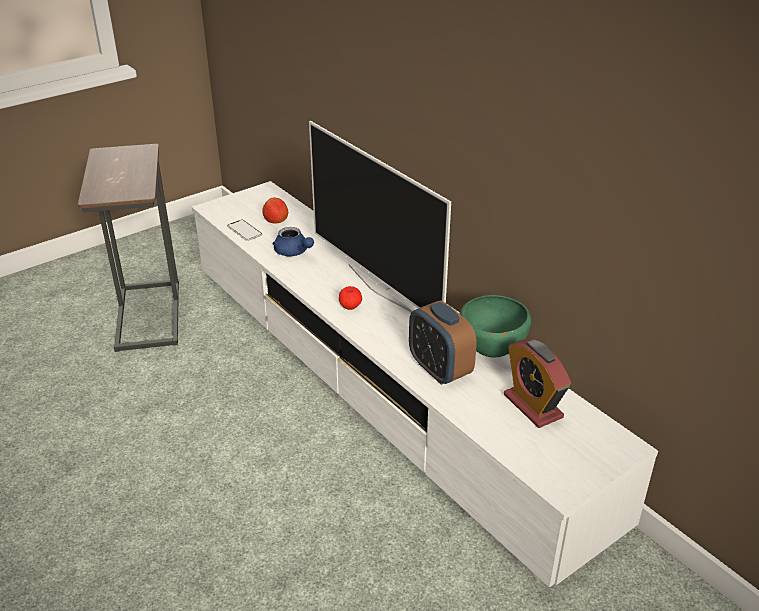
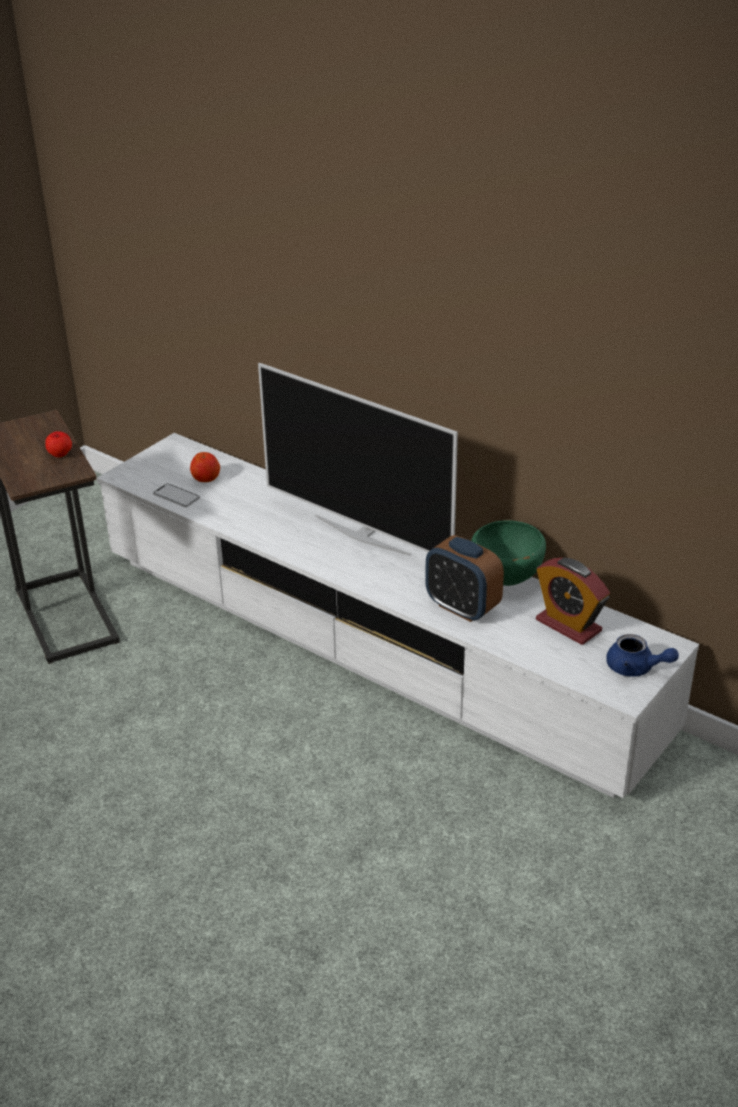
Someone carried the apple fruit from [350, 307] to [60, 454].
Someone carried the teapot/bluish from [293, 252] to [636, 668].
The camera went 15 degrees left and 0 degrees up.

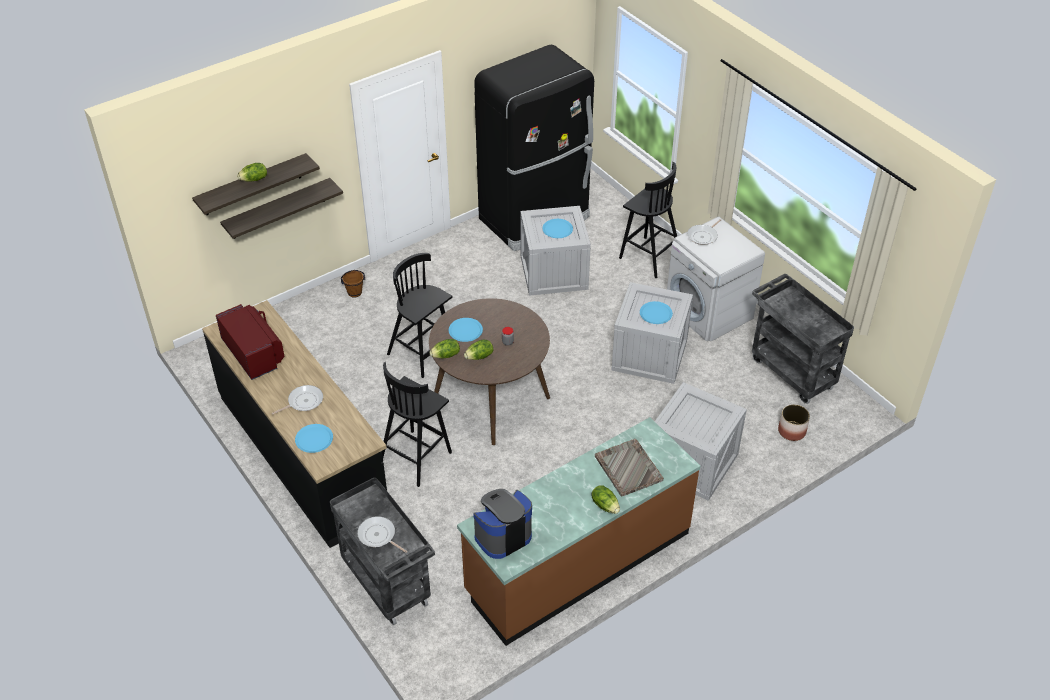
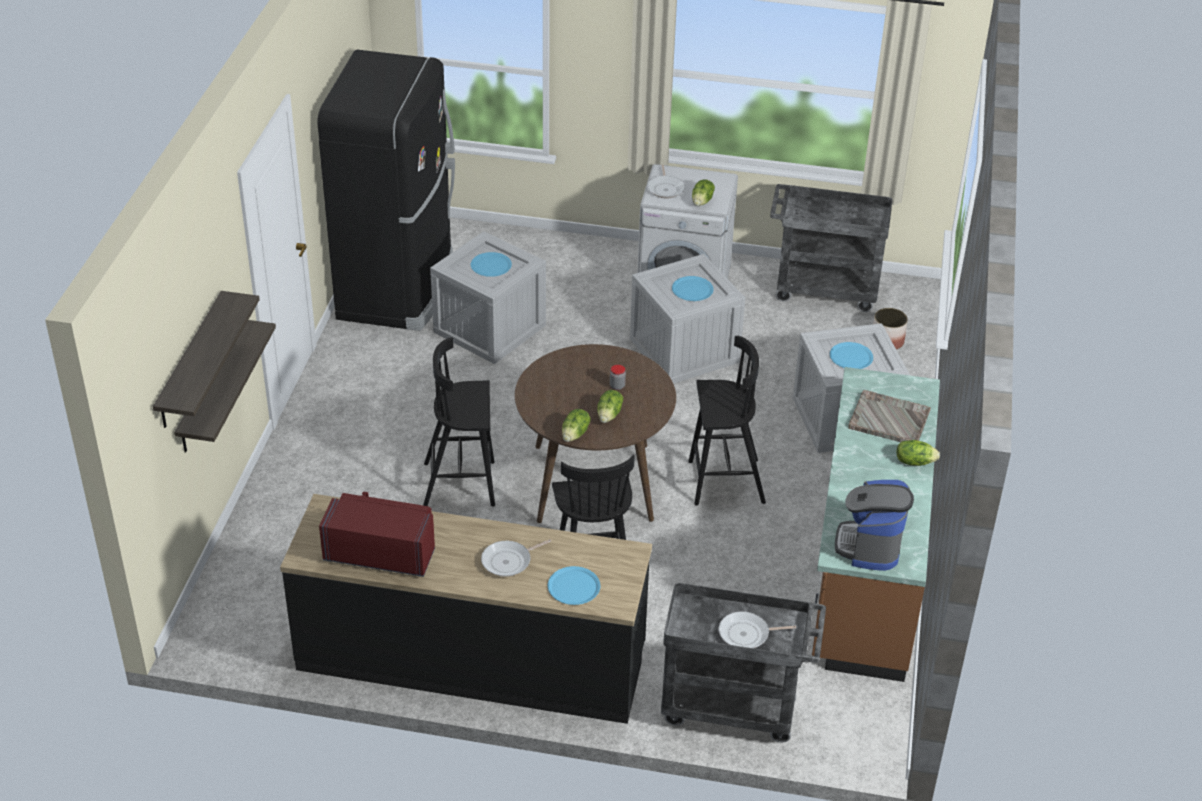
Someone rotated the frying pan at [303, 401] by 135 degrees counterclockwise.
Someone carried the stool/black-coloured from [648, 256] to [723, 482].
Someone carried the lettuce from [254, 179] to [702, 201].
Someone carried the dinner plate/bluish from [465, 330] to [851, 357].
Someone took away the pail/brownish at [354, 293].
The camera went 45 degrees left and 5 degrees down.

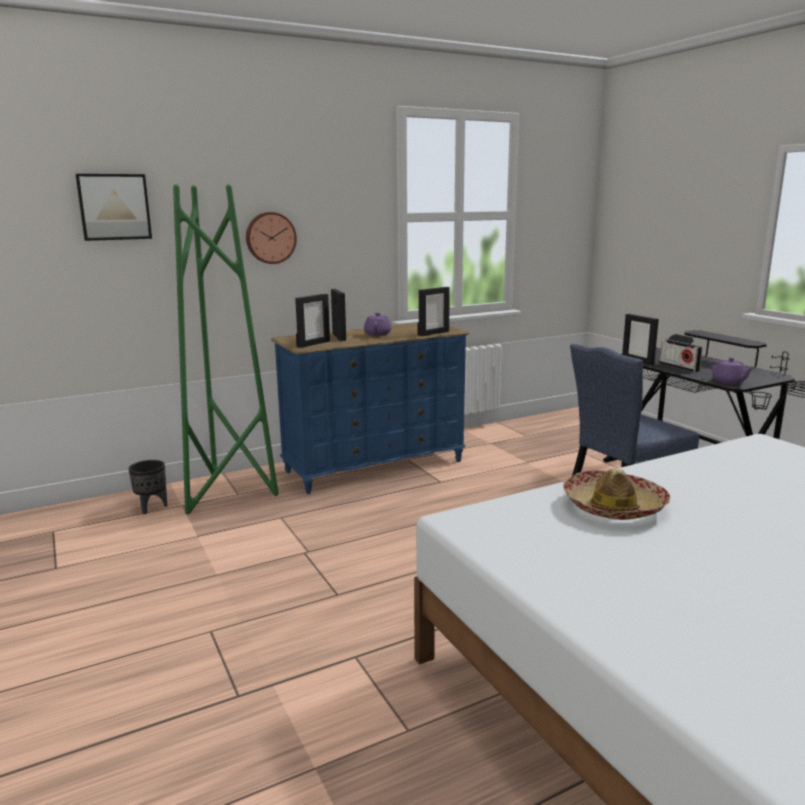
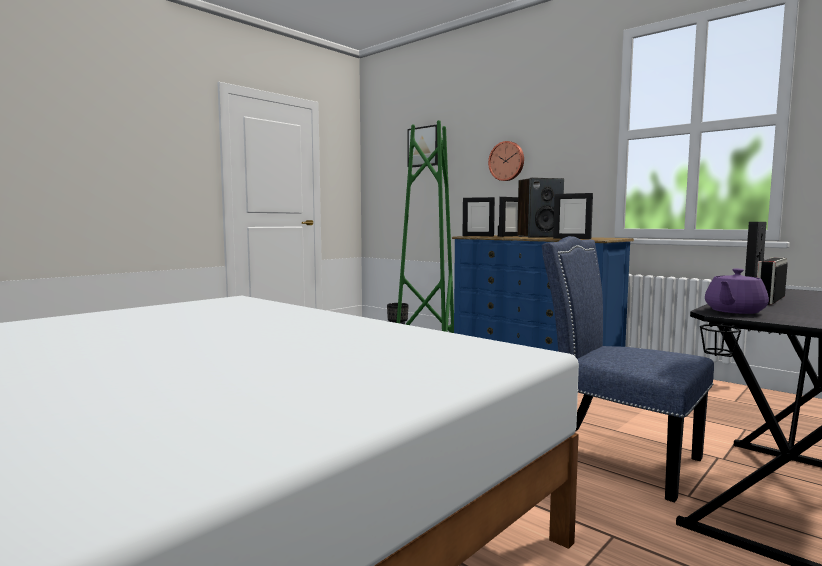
Someone swapped the teapot/purple-coloured at [378, 334] for the loudspeaker at [539, 237].
Someone took away the wearable hat at [614, 506].
The camera went 70 degrees right and 10 degrees down.

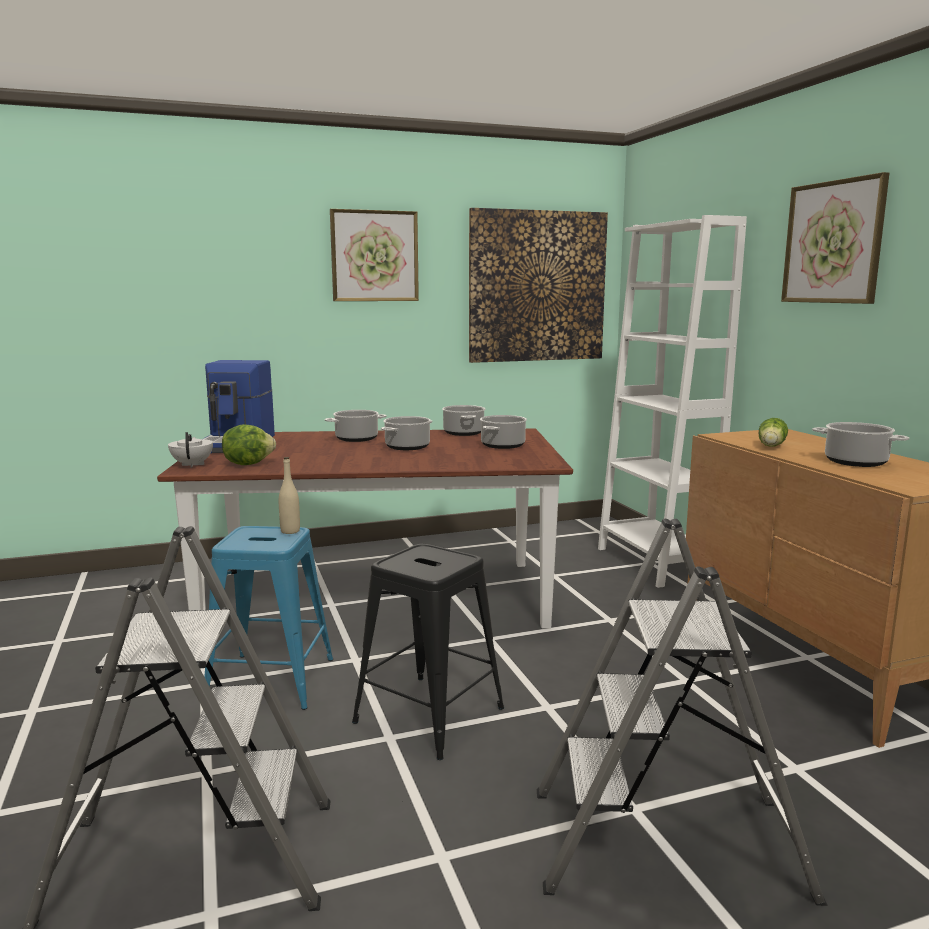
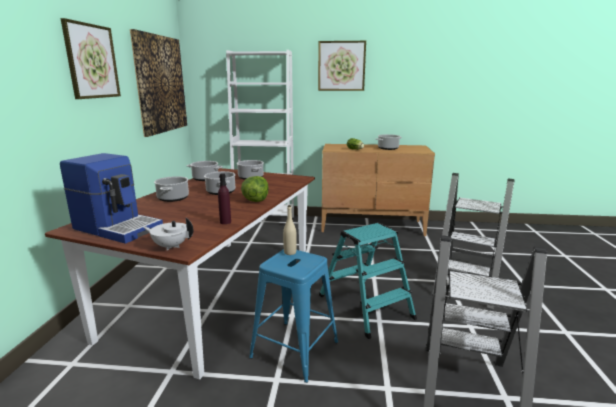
Someone put down the drink bottle/purple-coloured at [225, 222].
Someone carried the lettuce from [248, 464] to [255, 200].
Someone swapped the stool/black-coloured at [428, 715] for the stepladder/turquoise-coloured at [365, 306].
The camera went 65 degrees left and 5 degrees up.

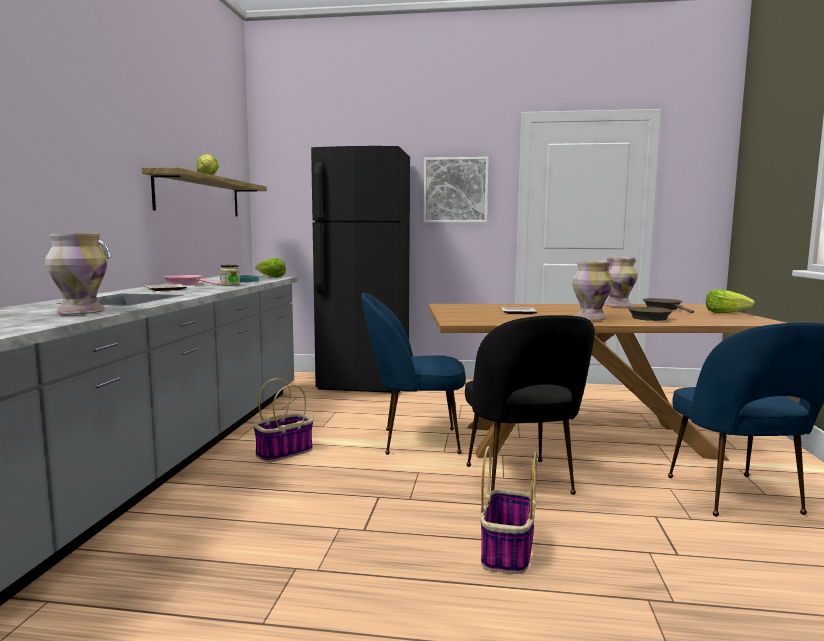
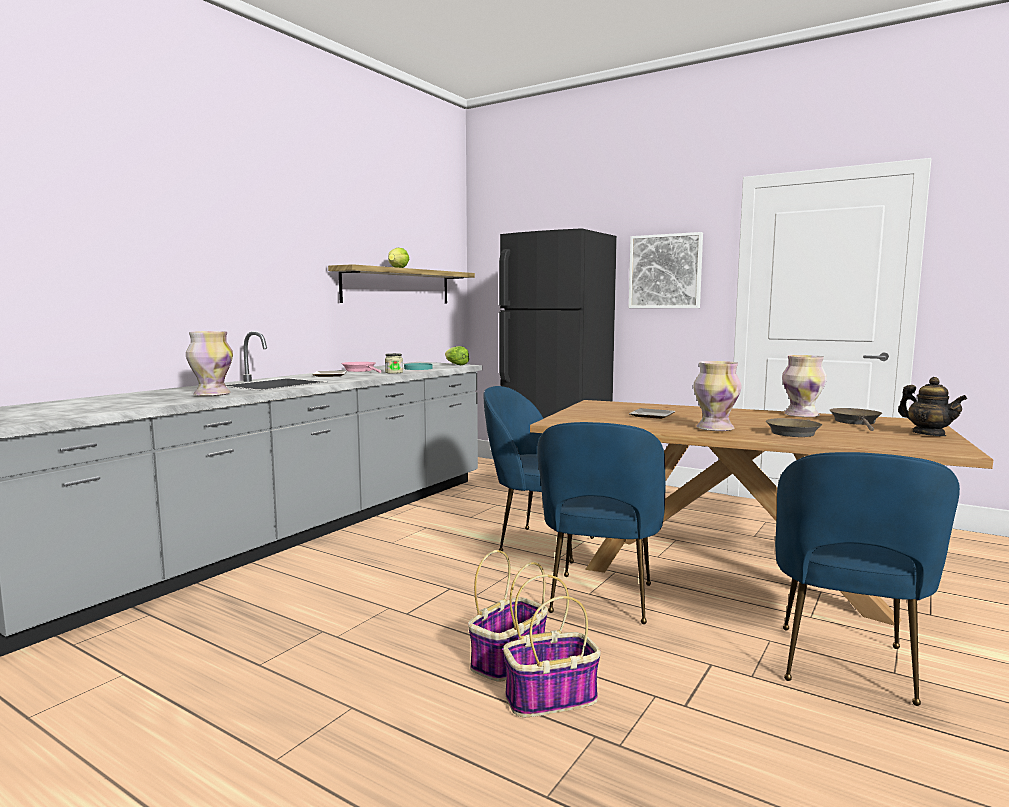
Someone carried the storage basket from [284, 452] to [551, 697].
Someone repainted the chair/black-coloured at [521, 484], which became the chair/bluish at [599, 603].
Someone swapped the lettuce at [726, 313] for the teapot at [928, 434].
The camera went 25 degrees right and 0 degrees up.

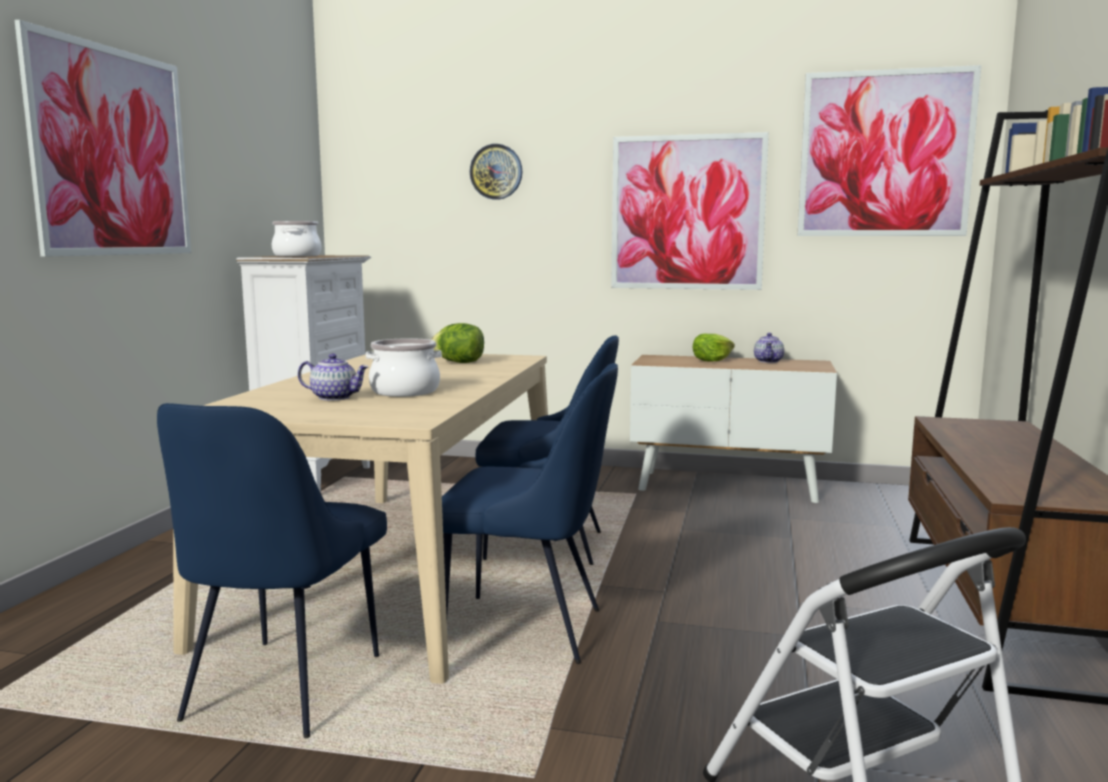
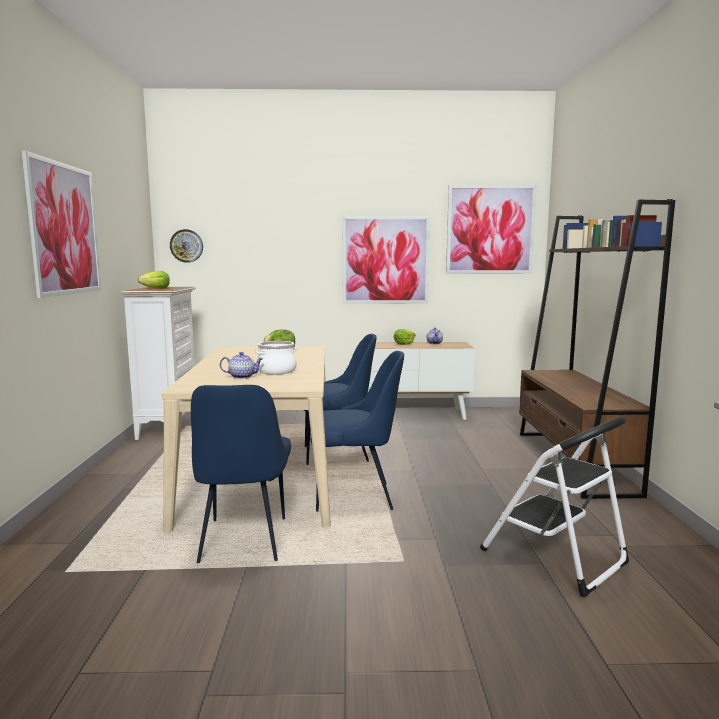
Someone swapped the saucepot at [297, 256] for the lettuce at [156, 288].
Someone carried the wall clock from [496, 172] to [186, 246].
The camera went 15 degrees left and 0 degrees up.

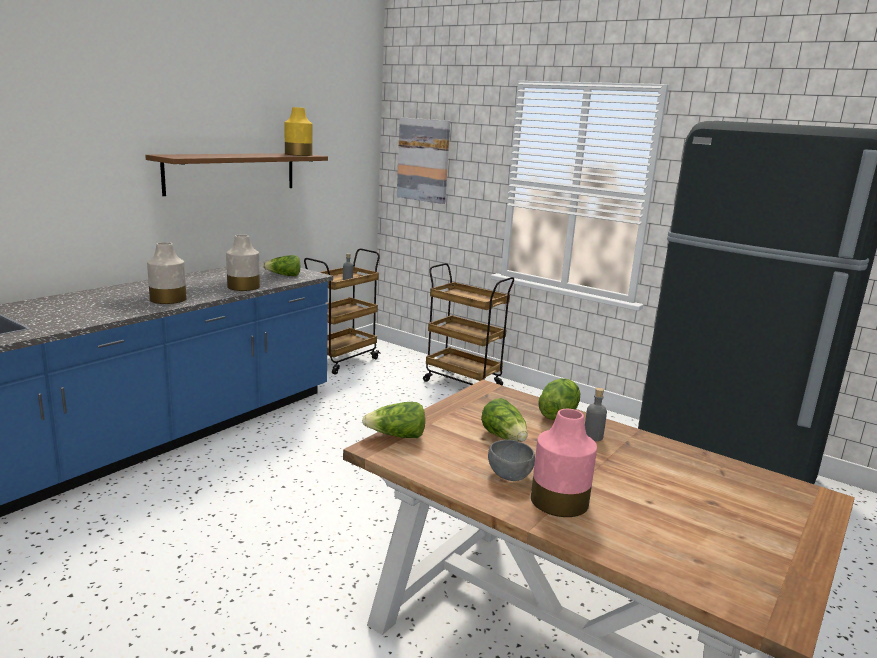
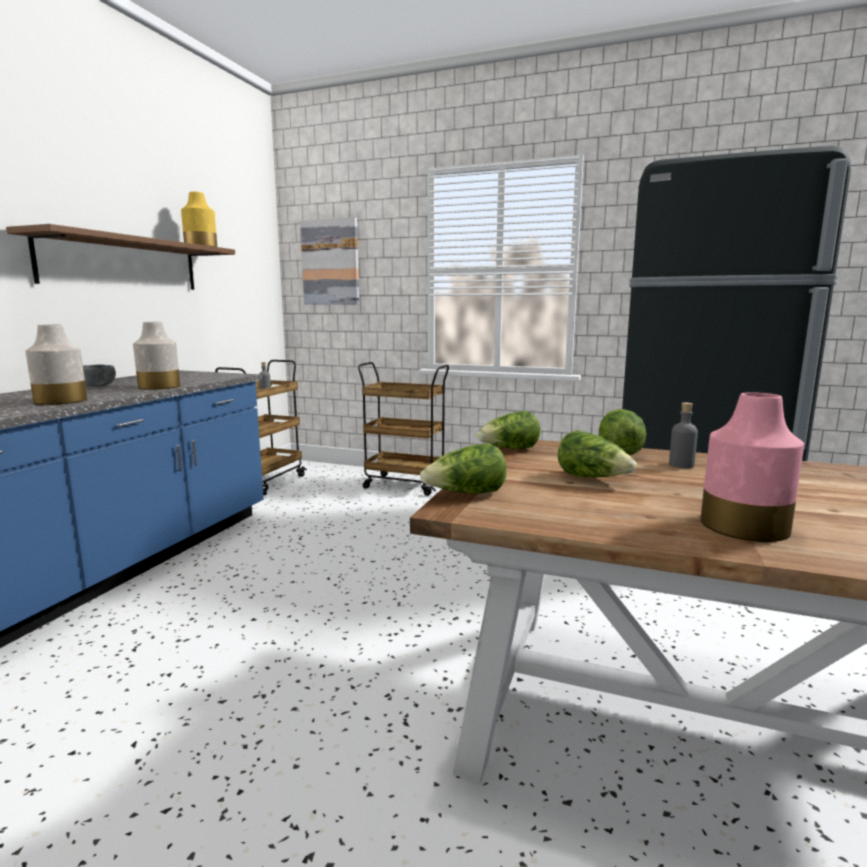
Someone carried the serving bowl/gray from [510, 475] to [98, 386].
Someone carried the lettuce from [284, 275] to [509, 450].
The camera went 15 degrees left and 5 degrees down.

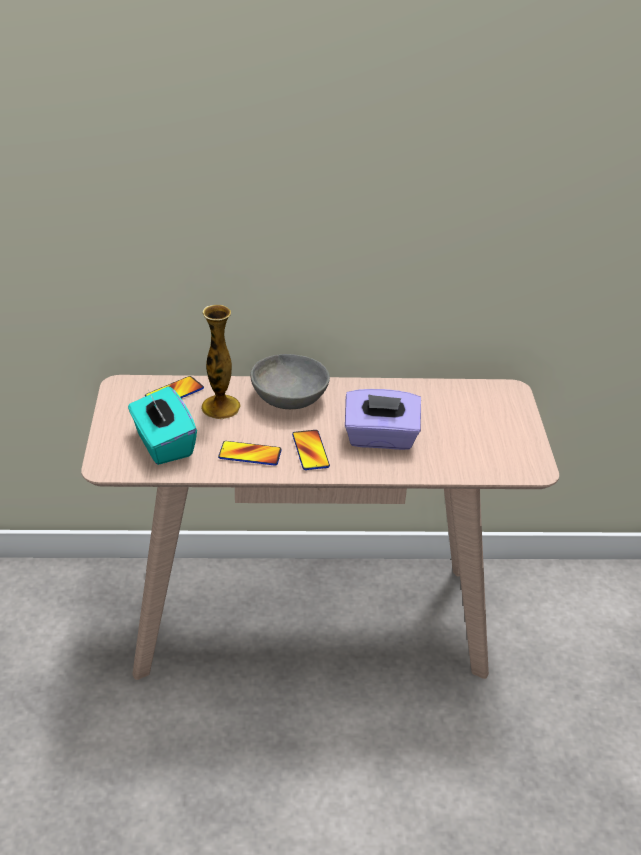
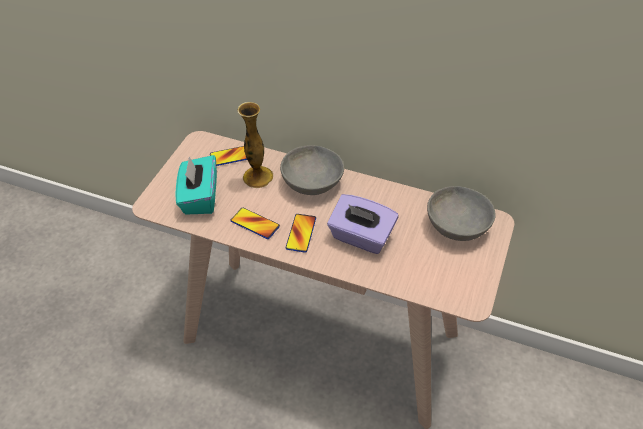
Someone put down the serving bowl/gray at [458, 225].
The camera went 25 degrees right and 10 degrees up.

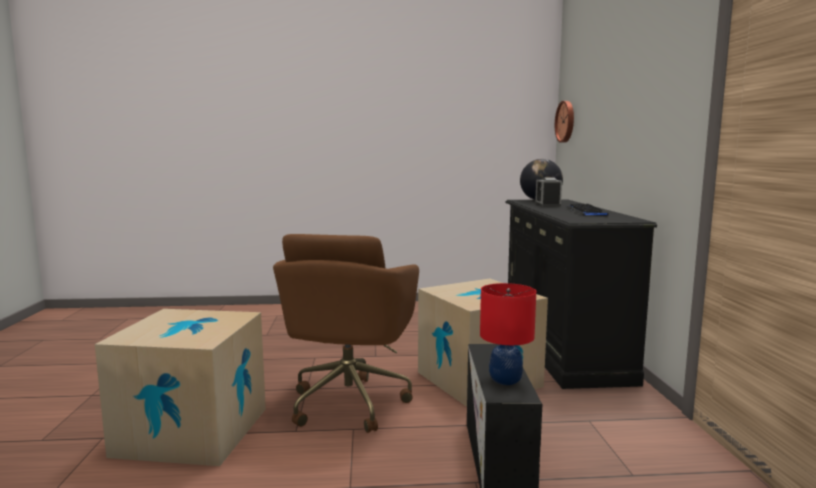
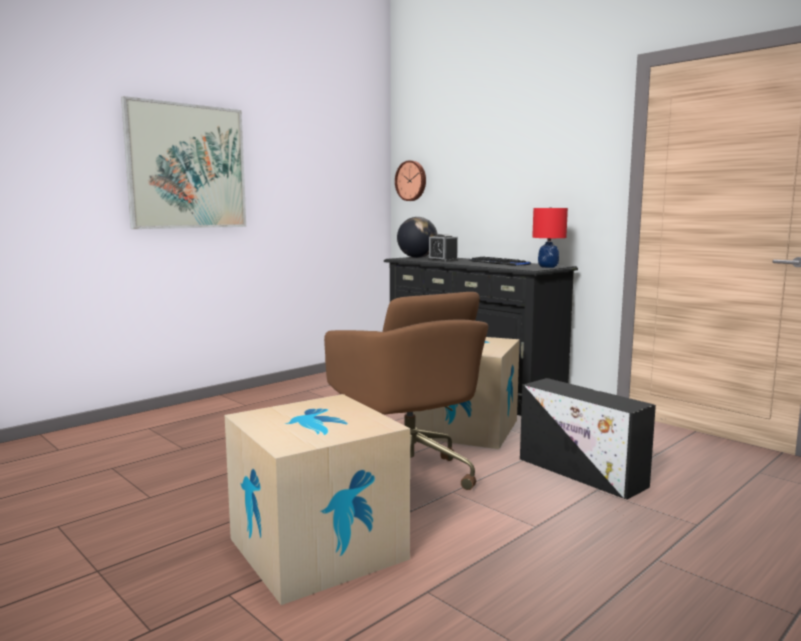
Someone put up the picture at [187, 167].
Someone carried the tabletop lamp/reddish from [504, 381] to [548, 267].
The camera went 40 degrees left and 0 degrees up.

